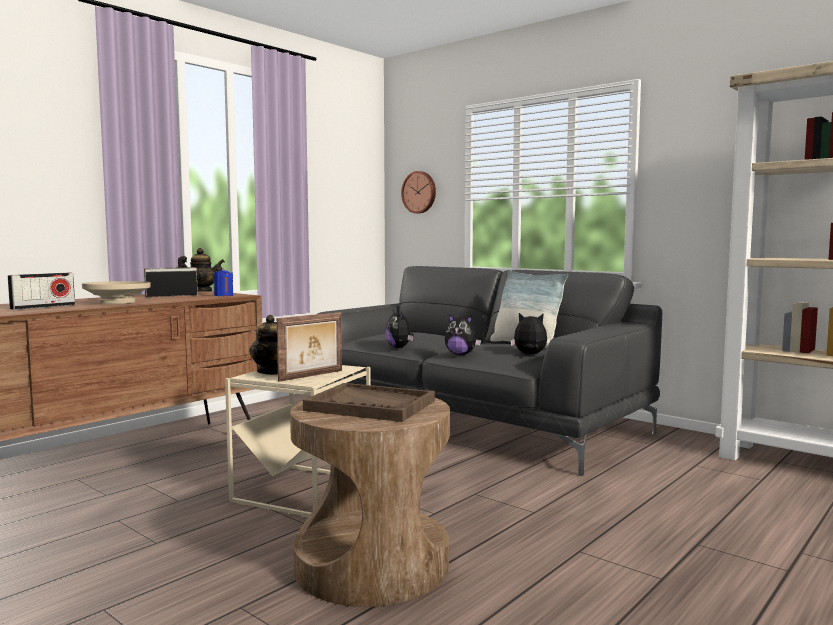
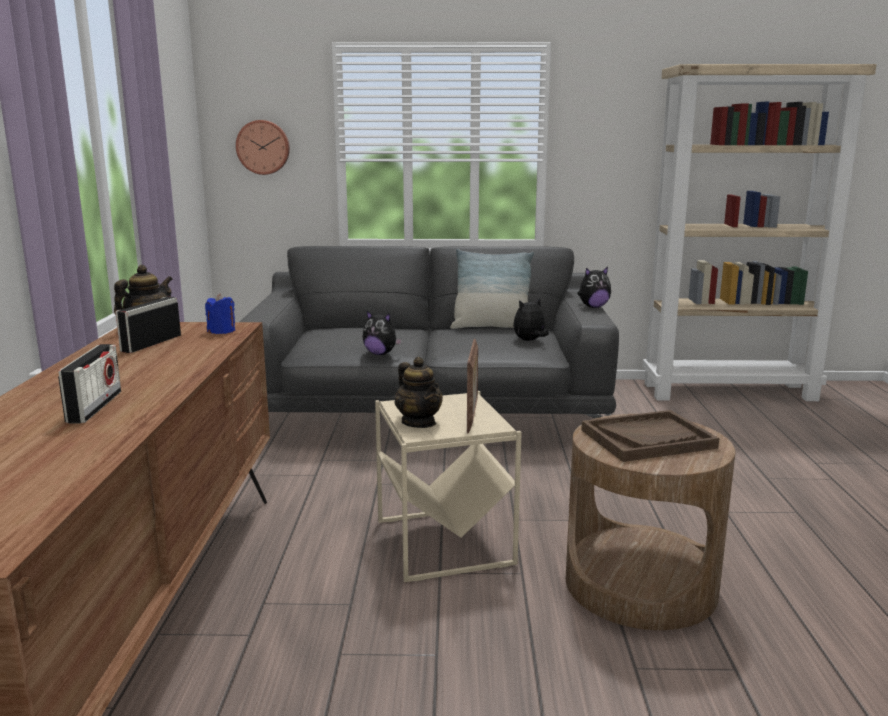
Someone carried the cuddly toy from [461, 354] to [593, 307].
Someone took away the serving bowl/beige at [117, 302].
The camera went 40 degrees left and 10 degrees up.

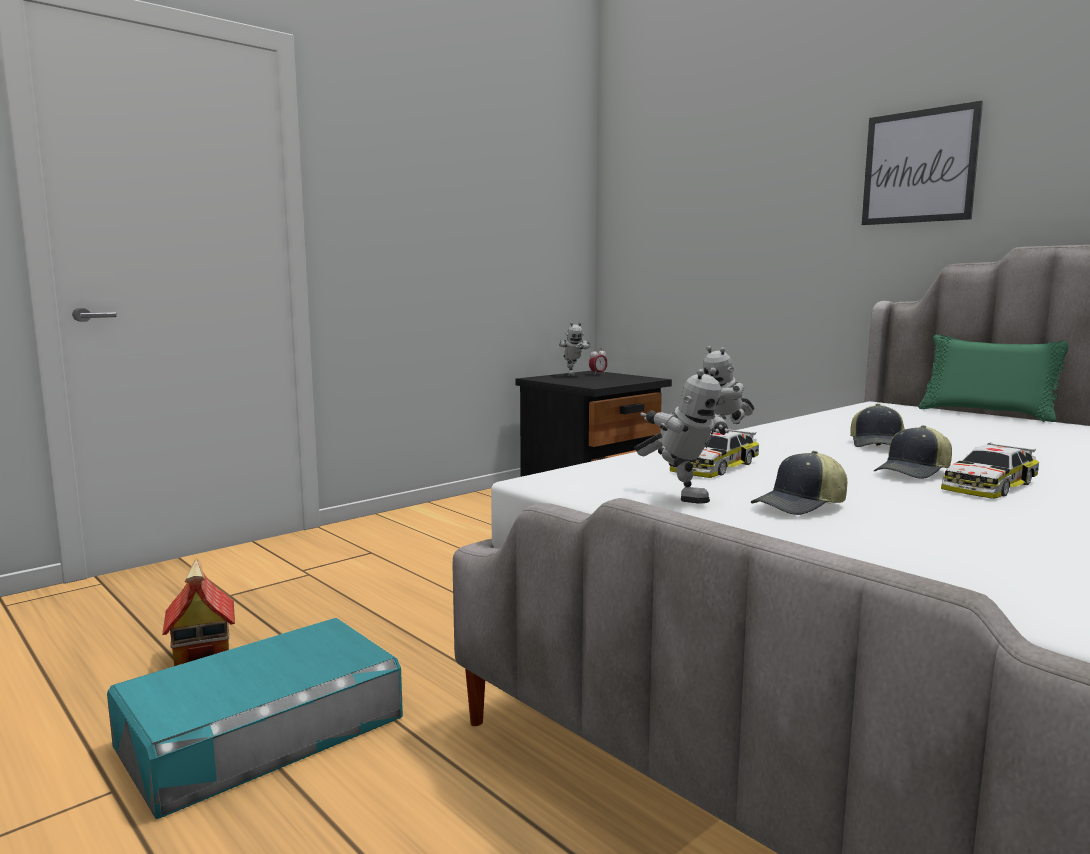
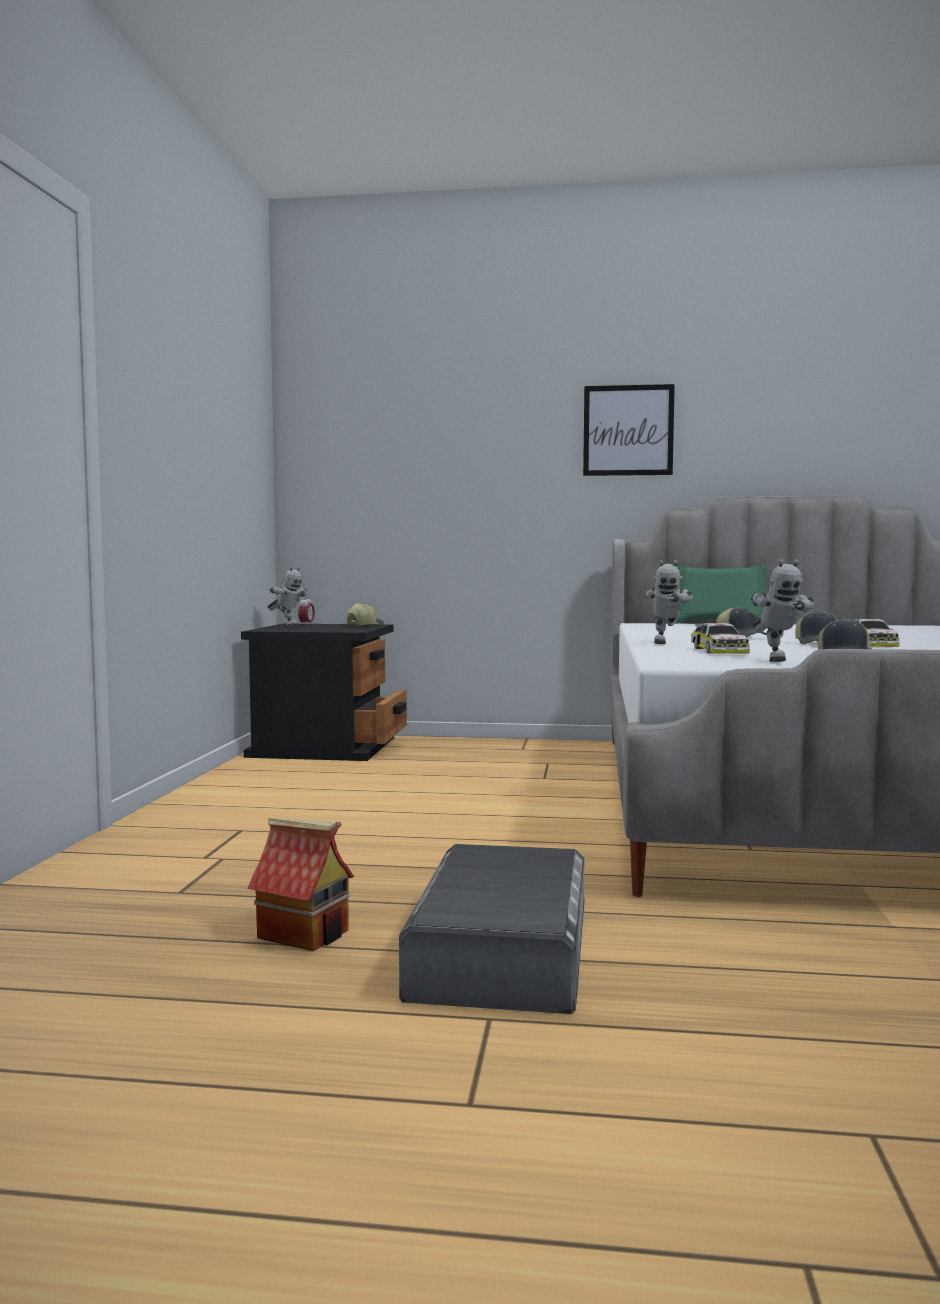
Someone put down the baseball cap at [364, 625].
Someone repainted the storage container/turquoise-coloured at [262, 730], which became the storage container/gray at [501, 949].
Someone rotated the model robot at [680, 496] by 75 degrees clockwise.
The camera went 40 degrees left and 5 degrees down.

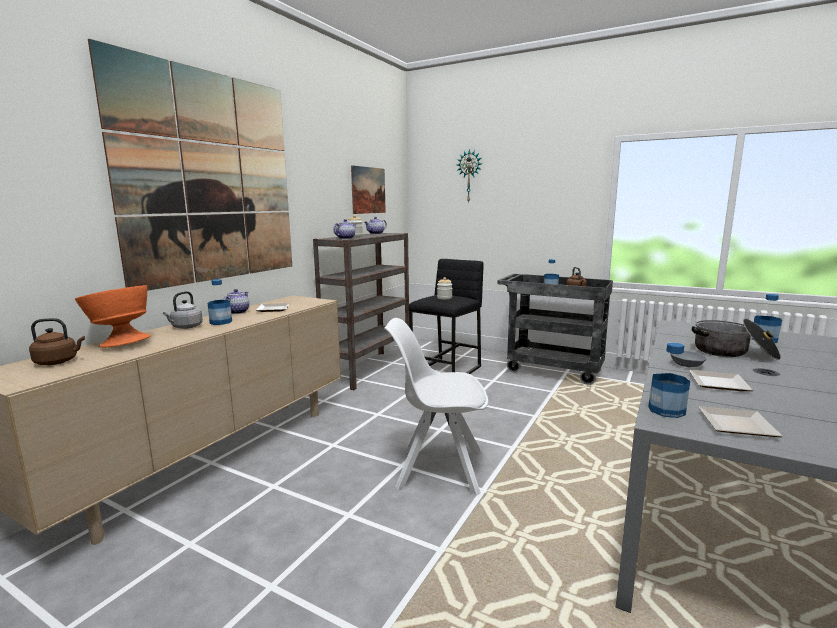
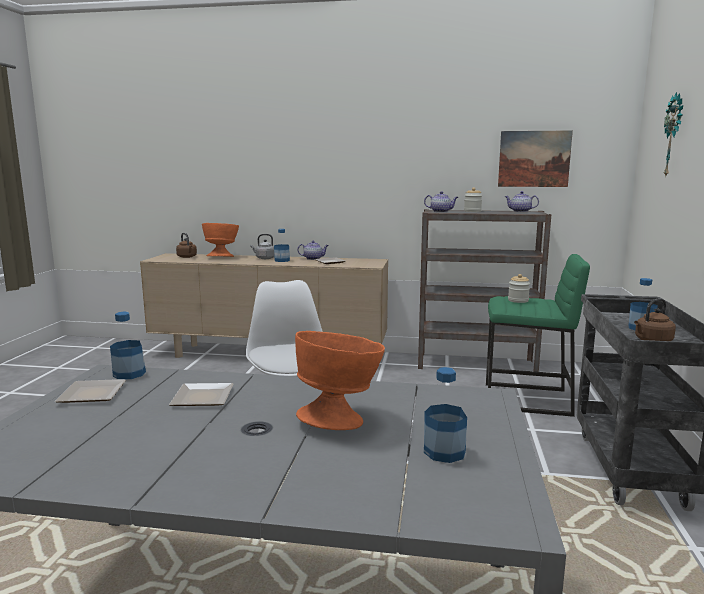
Someone swapped the saucepot at [733, 352] for the serving bowl/orange-coloured at [340, 419].
Someone repainted the stool/black-coloured at [446, 371], which became the stool/green at [527, 399].
Someone took away the picture at [212, 178].
Someone took away the serving bowl/gray at [688, 365].
The camera went 70 degrees right and 0 degrees up.

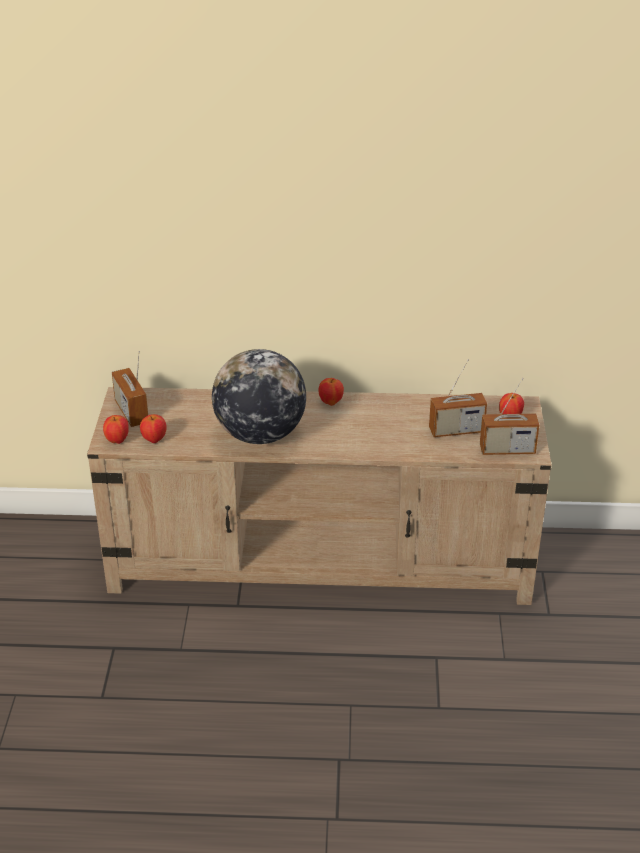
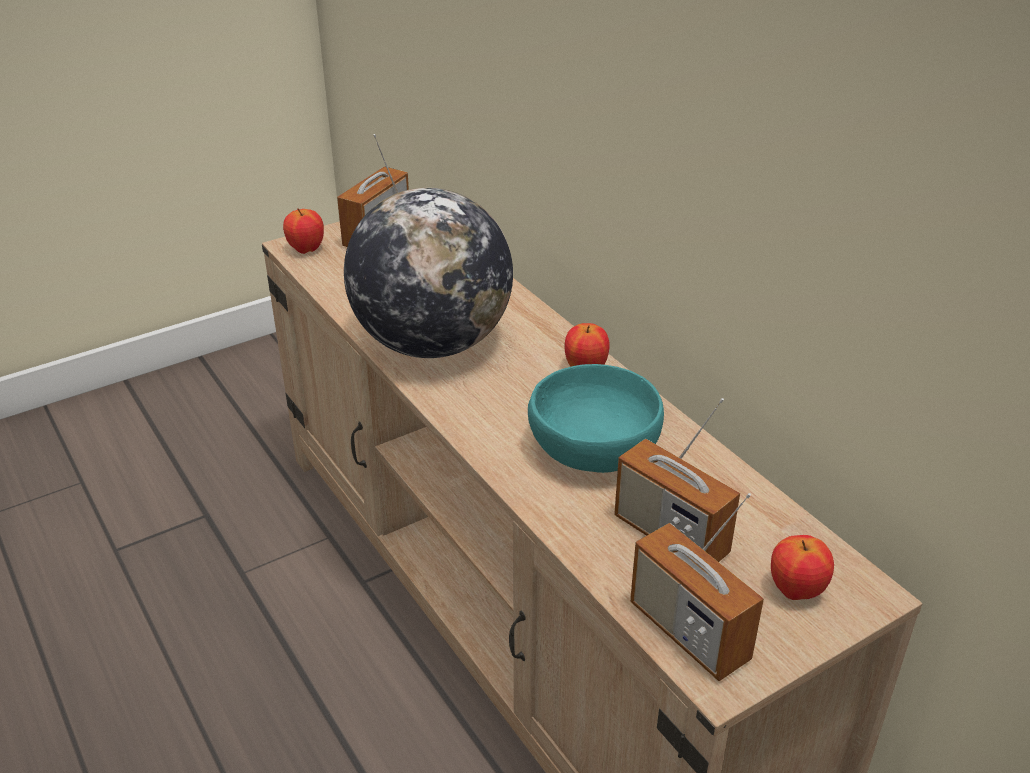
Someone put down the serving bowl/turquoise-coloured at [595, 450].
Someone took away the apple fruit at [154, 440].
The camera went 55 degrees right and 0 degrees up.

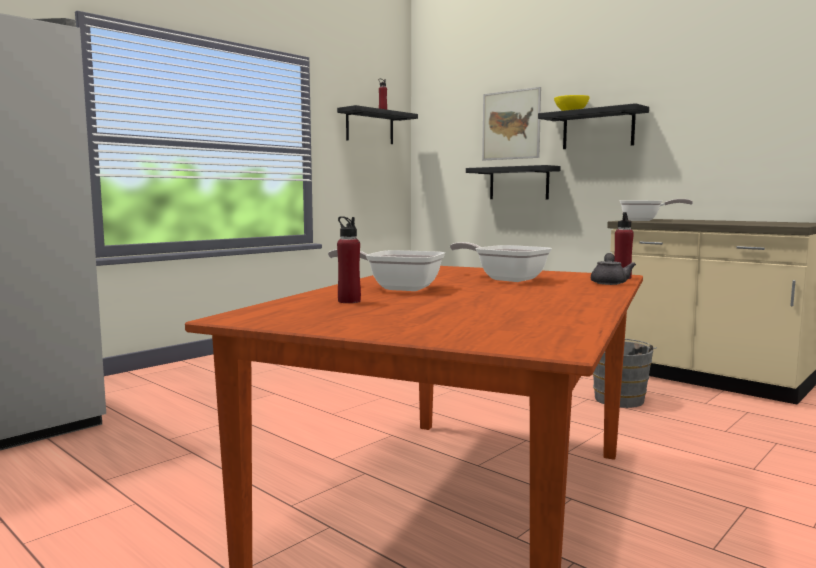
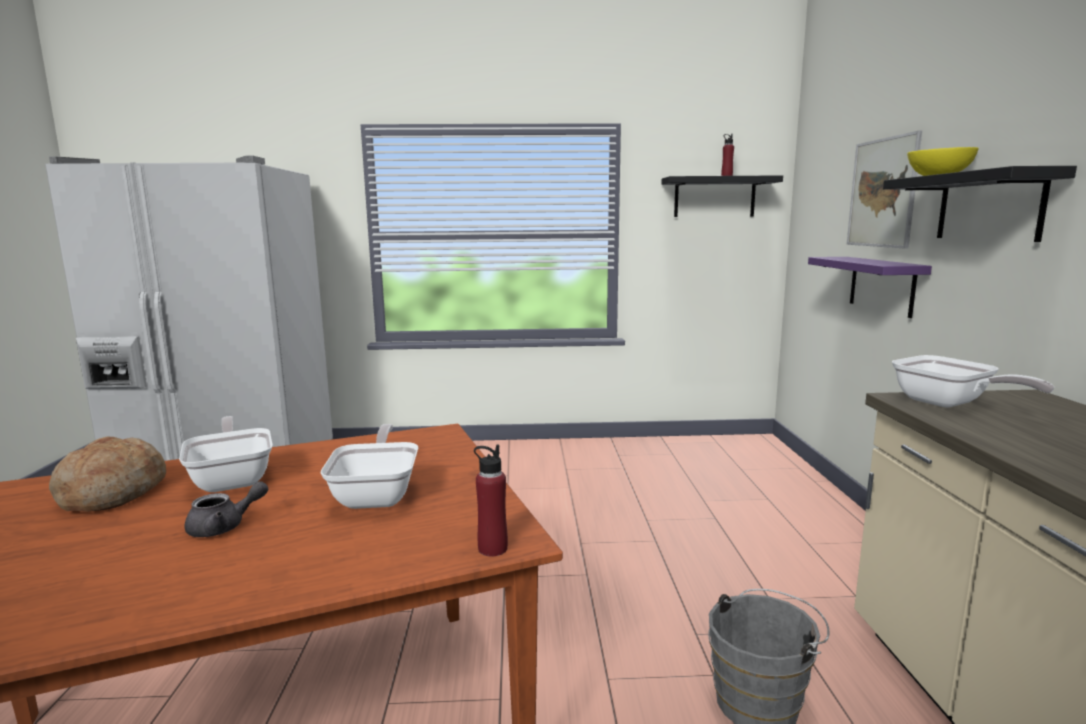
Someone swapped the drink bottle/reddish at [349, 301] for the bakery bread at [112, 493].
Someone carried the teapot/gray from [609, 282] to [224, 527].
Someone repainted the bracket shelf/black-coloured at [519, 183], which became the bracket shelf/purple-coloured at [881, 285].
The camera went 45 degrees right and 5 degrees up.

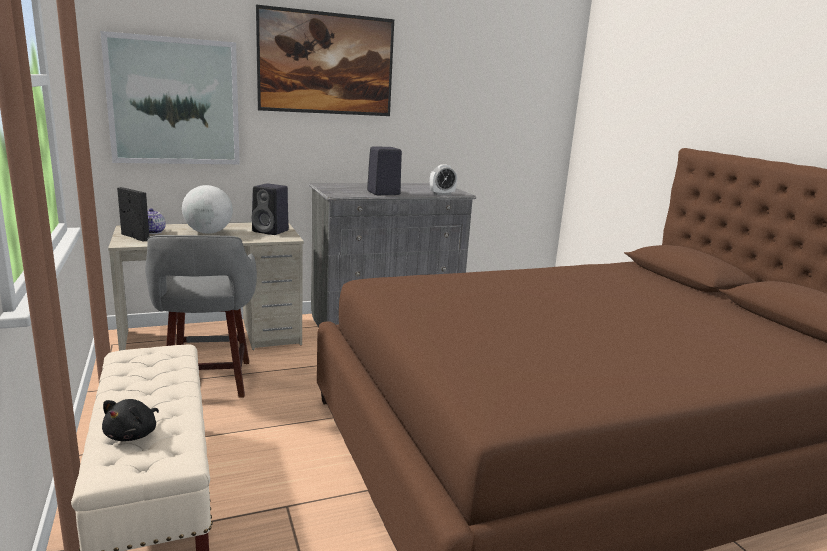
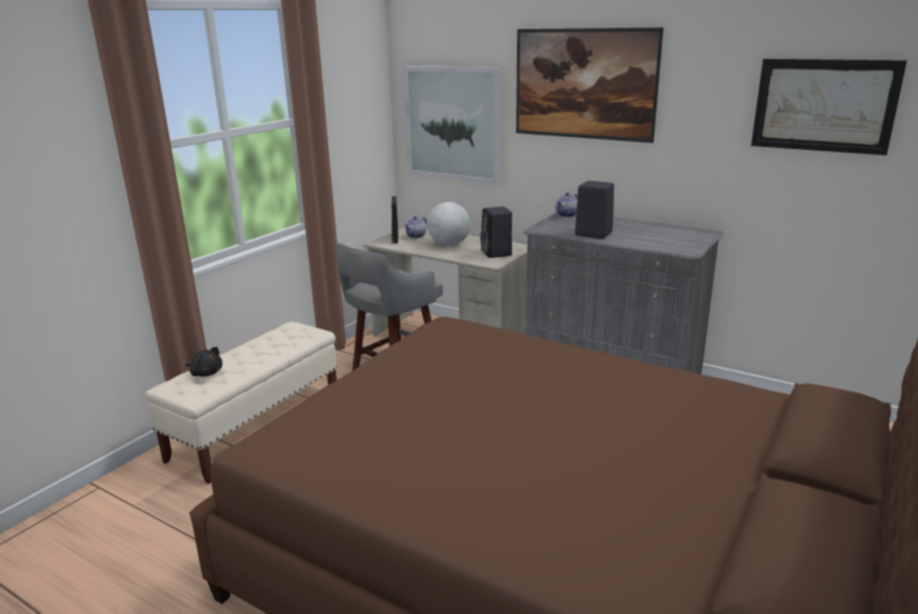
Someone rotated the cuddly toy/black-coloured at [133, 435] by 135 degrees counterclockwise.
Someone put down the teapot at [567, 215].
Someone put up the picture at [824, 105].
Someone took away the alarm clock at [442, 194].
The camera went 55 degrees right and 5 degrees up.

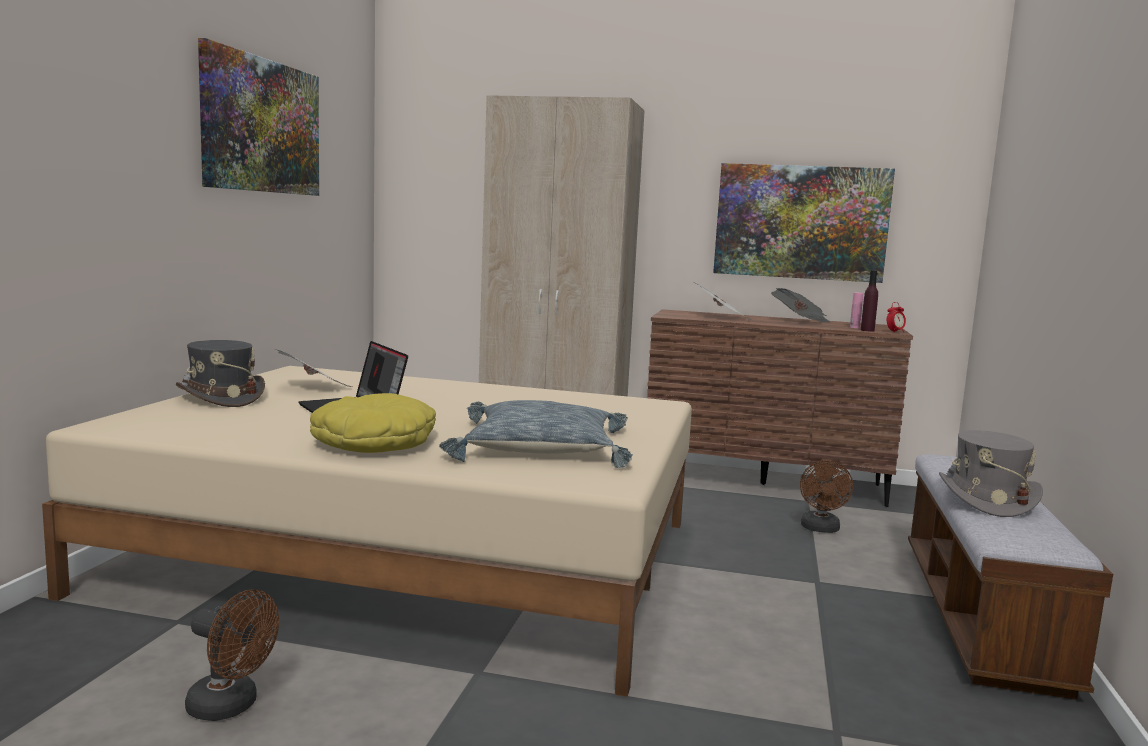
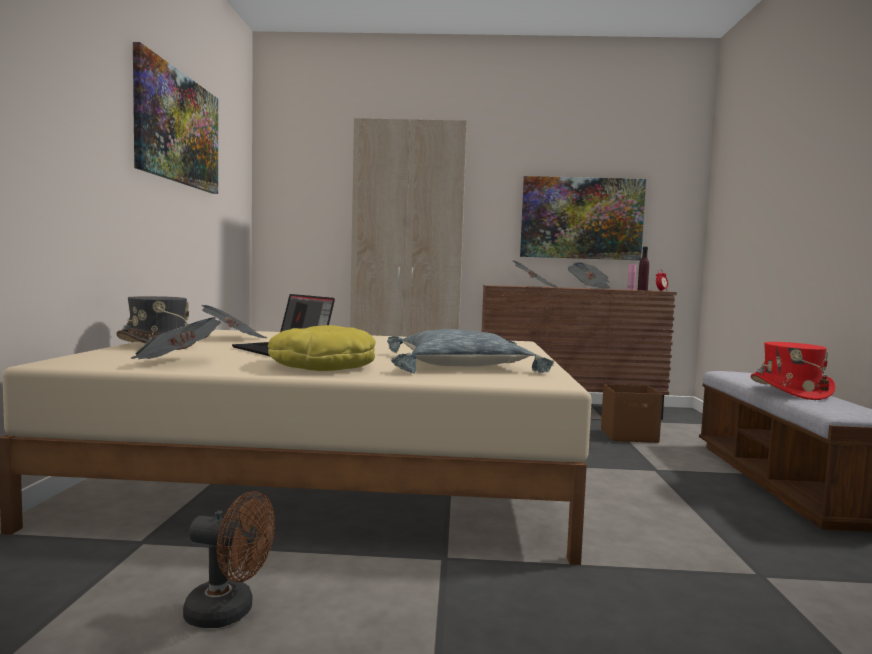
Someone put down the daily paper at [177, 362].
Someone swapped the fan/brownish at [820, 529] for the storage container/brownish at [630, 436].
Someone repainted the wearable hat/gray at [986, 499], which became the wearable hat/reddish at [790, 391].
The camera went 10 degrees left and 5 degrees down.

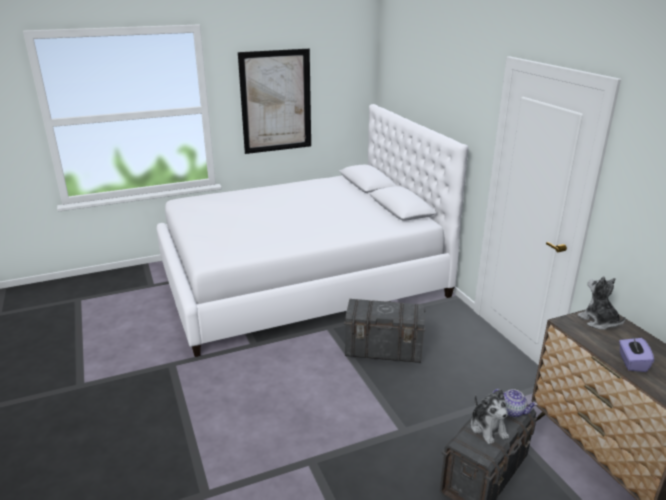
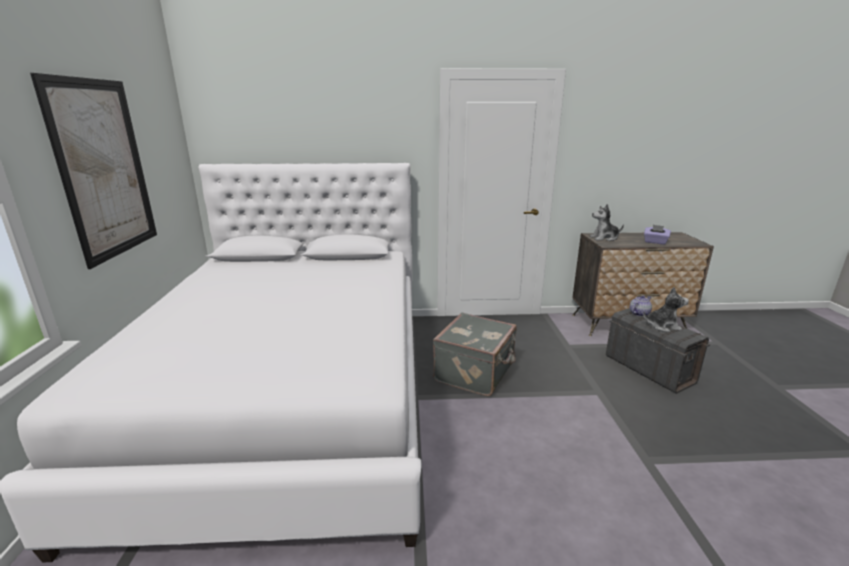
Someone swapped the storage container/gray at [384, 350] for the piece of luggage/gray at [475, 373].
The camera went 70 degrees left and 5 degrees down.

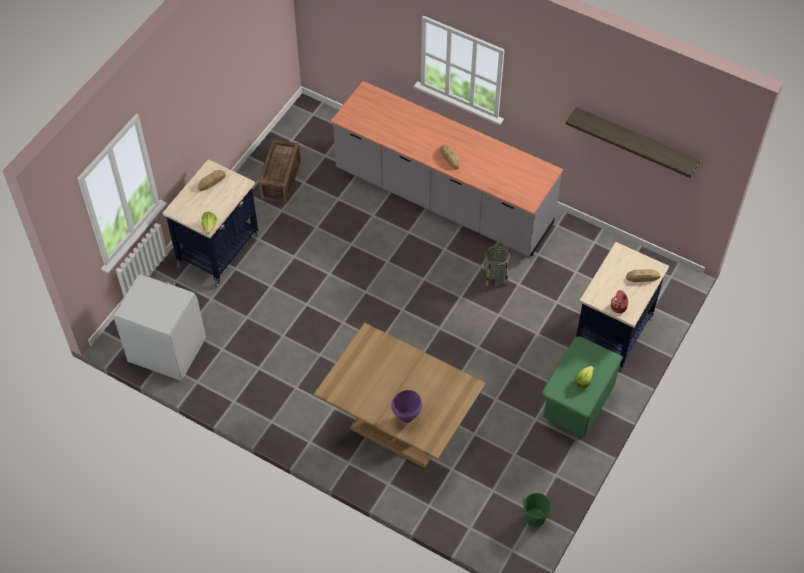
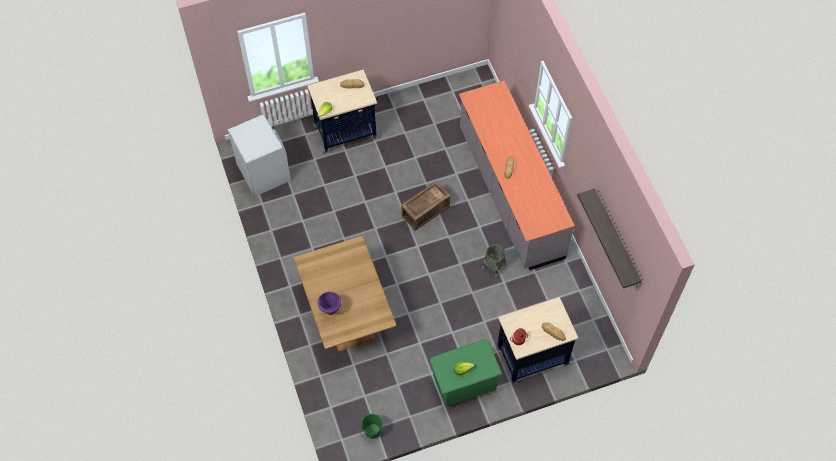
Someone carried the shipping crate from [279, 180] to [424, 211].
The camera went 40 degrees right and 5 degrees up.

